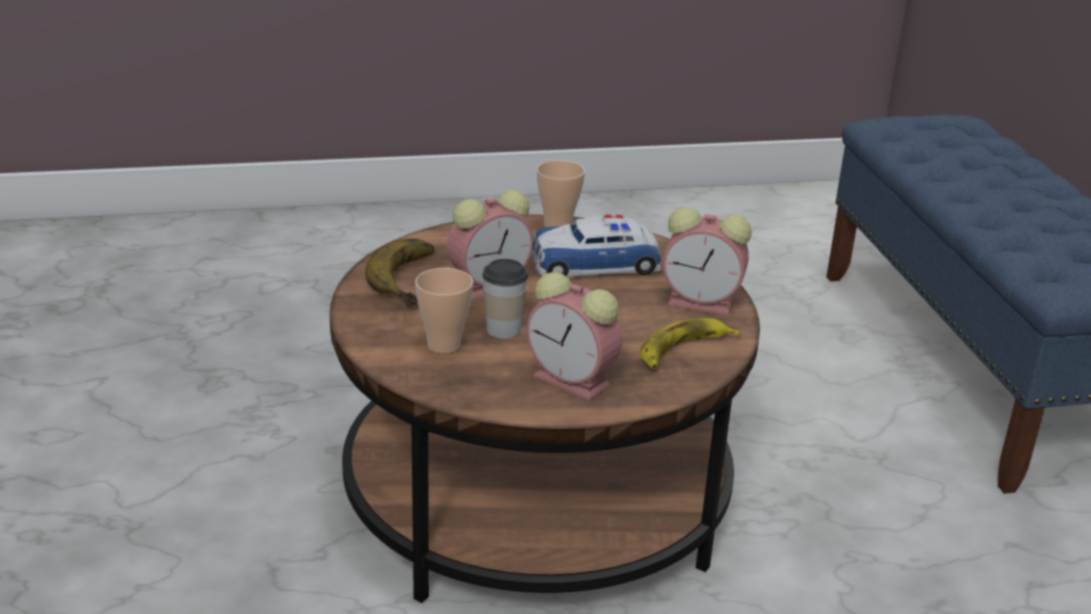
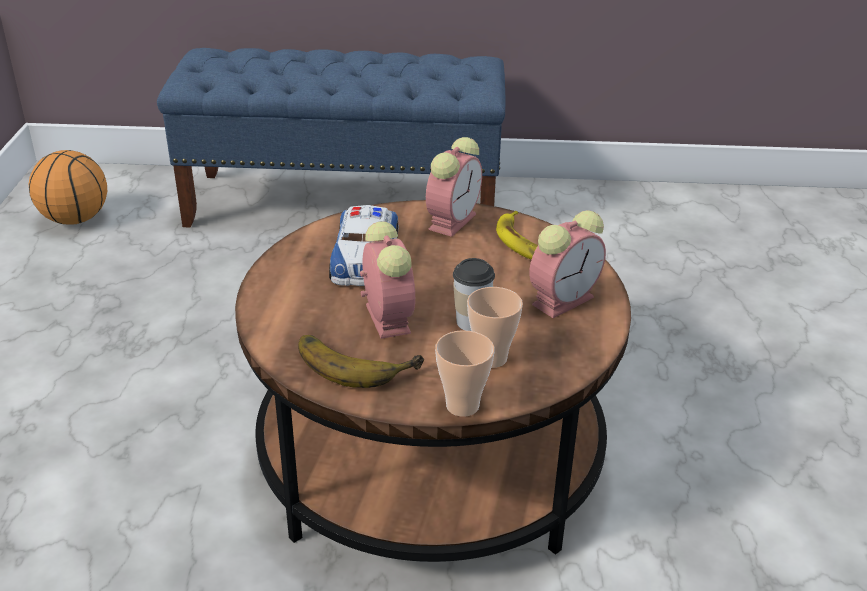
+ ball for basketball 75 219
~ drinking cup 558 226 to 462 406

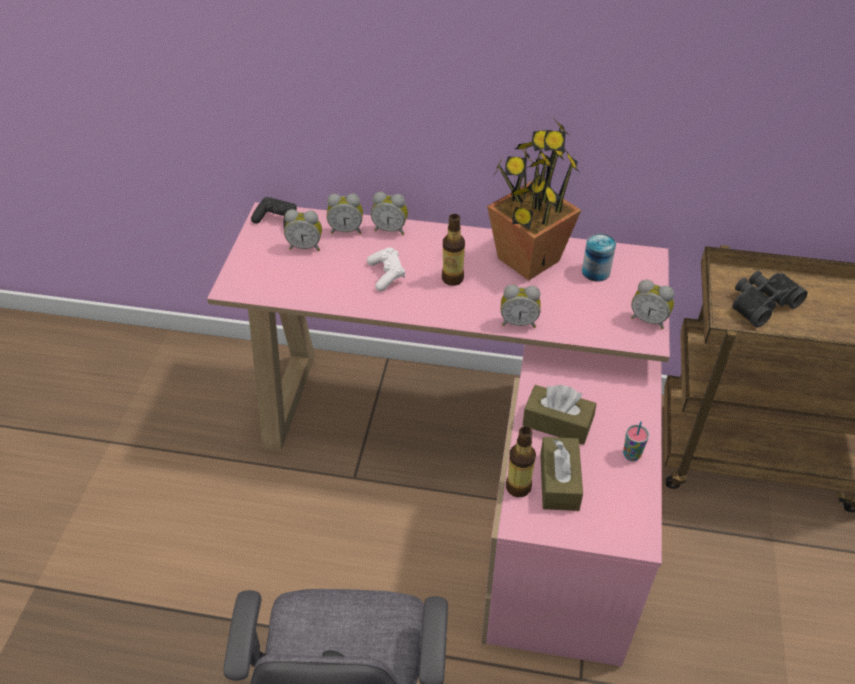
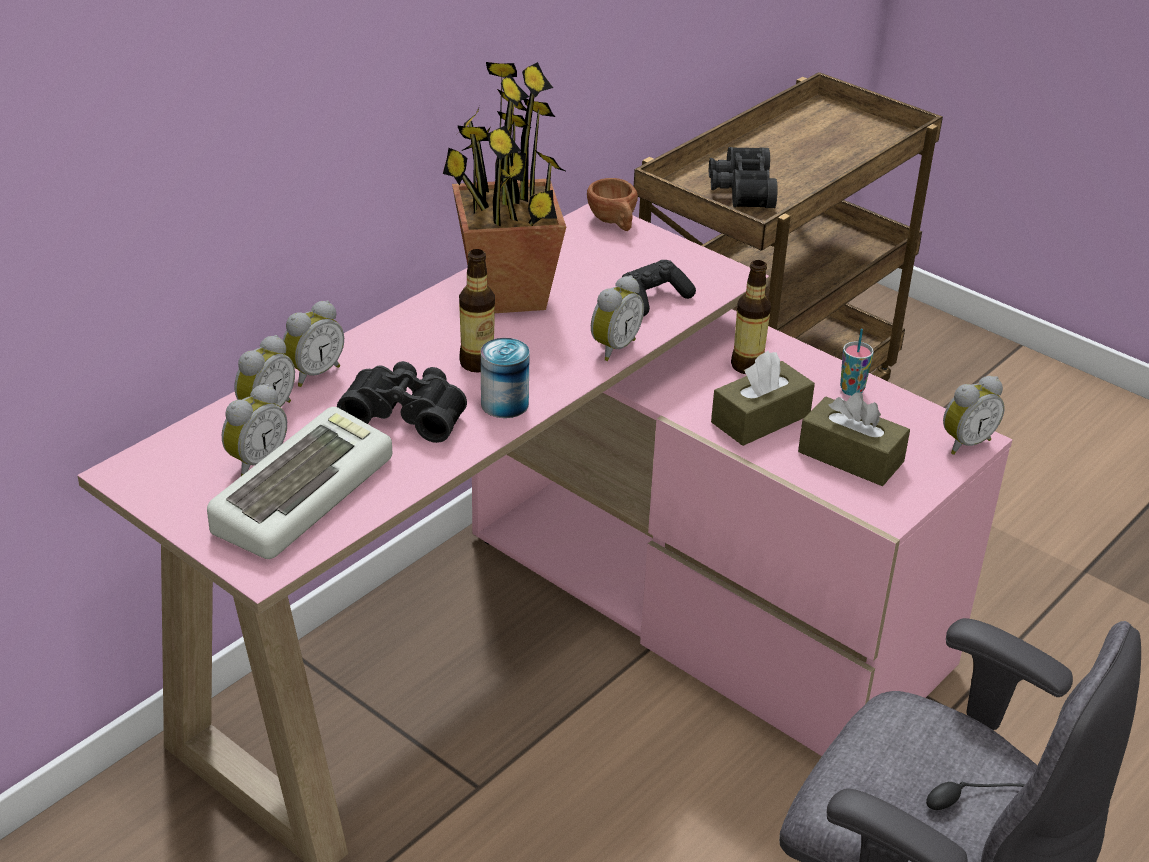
+ computer keyboard 301 492
+ brown drinking cup 614 222
~ black game controller 277 221 to 654 299
~ drink bottle 518 487 to 747 366
~ can 596 271 to 504 404
~ alarm clock 648 319 to 964 442
~ white-coloured game controller 386 275 to black field glasses 407 412

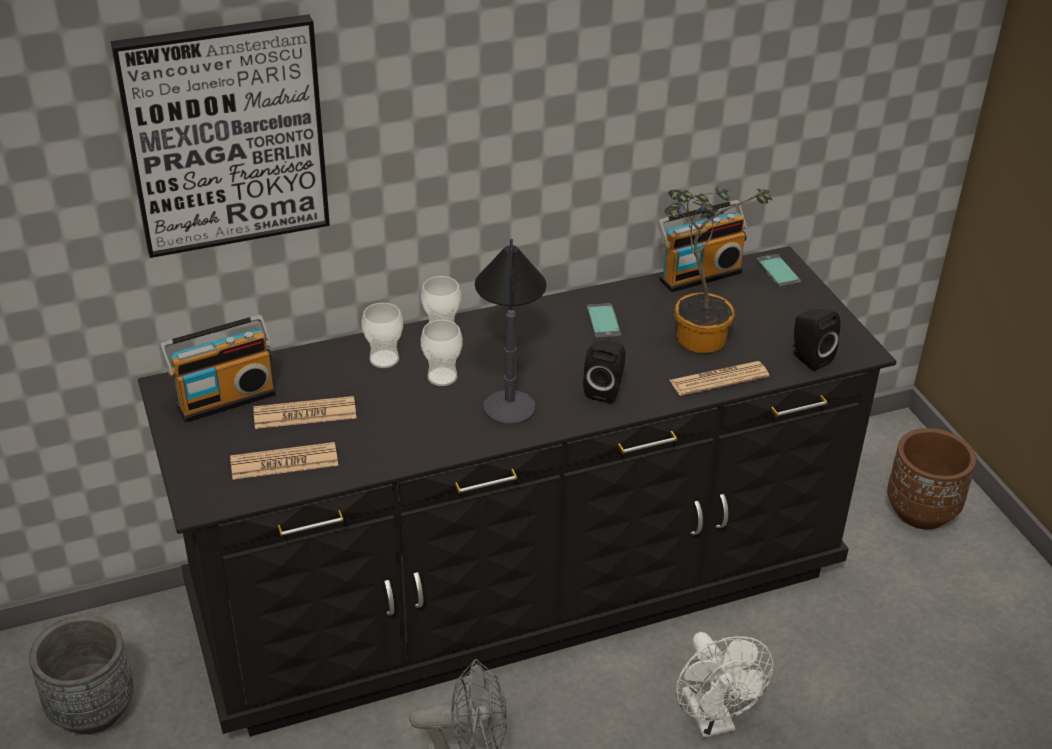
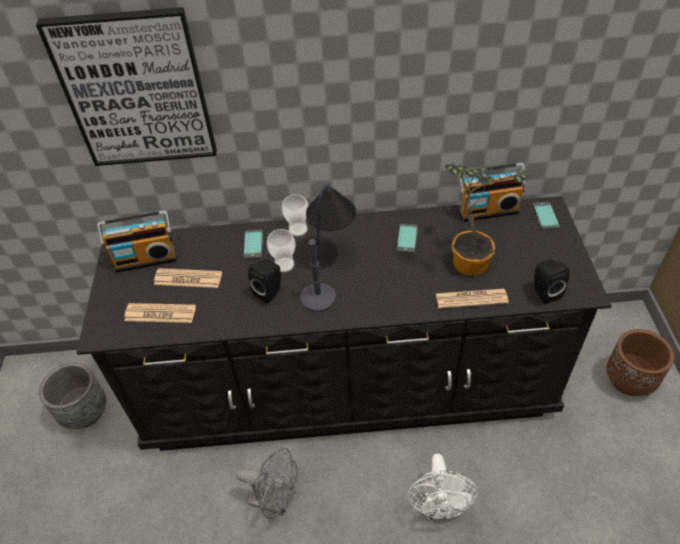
~ black audio speaker 605 390 to 270 291
~ drinking cup 384 359 to handset 253 245

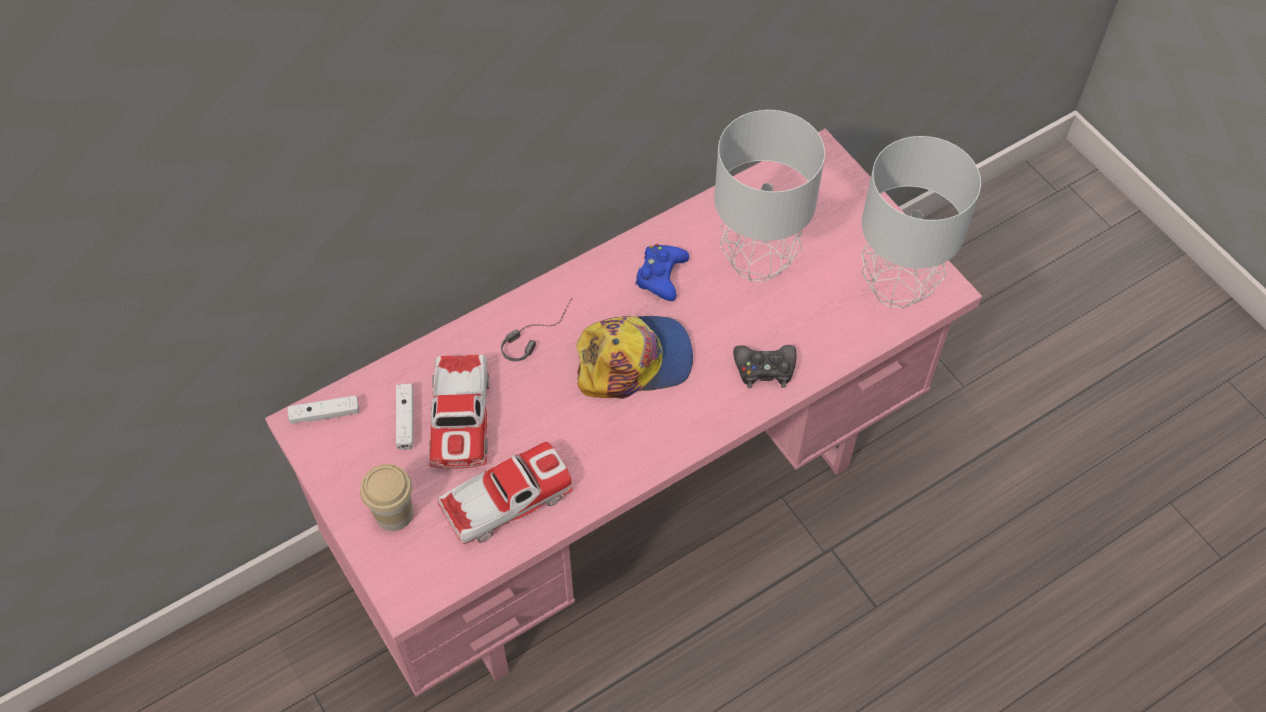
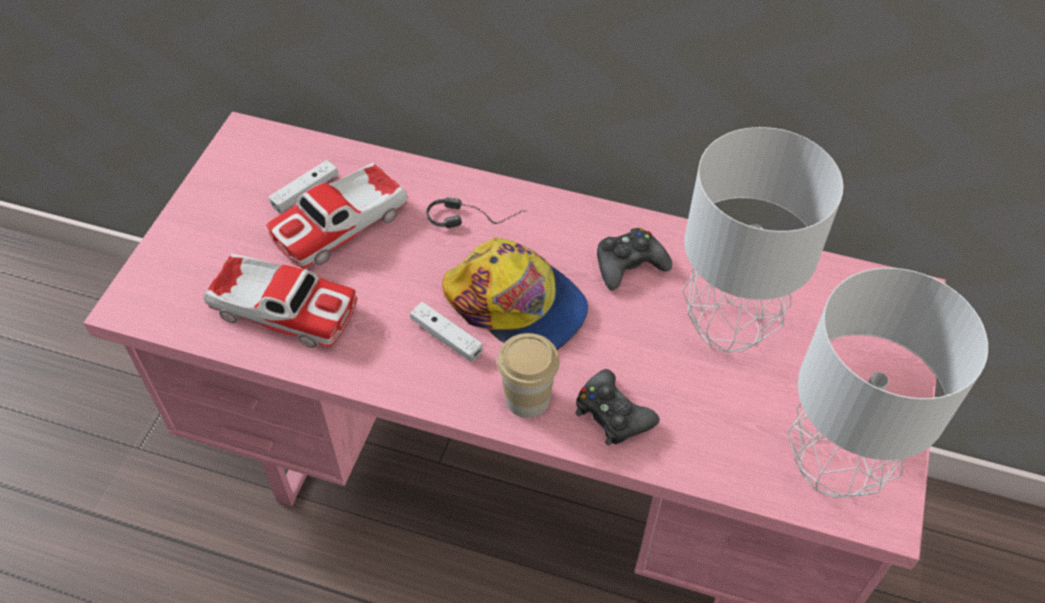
~ white-coloured game controller 325 414 to 446 337
~ drinking cup 394 514 to 527 398
~ blue-coloured game controller 661 276 to black game controller 629 264

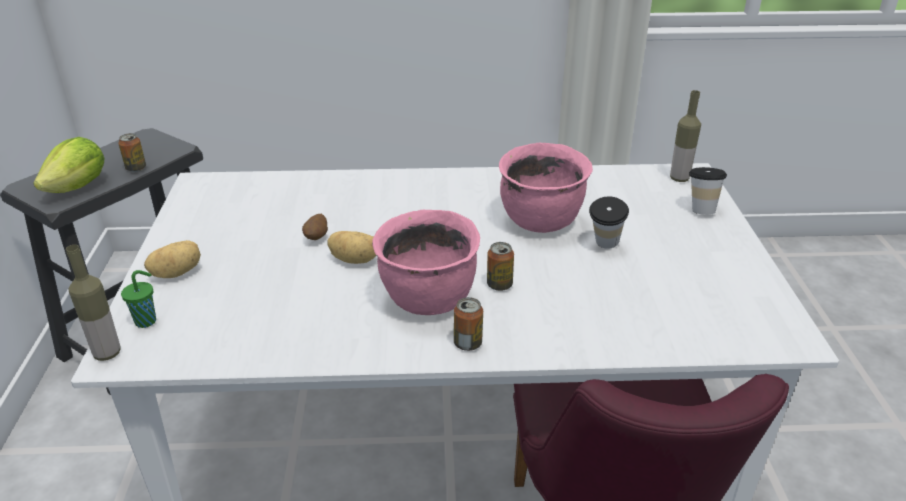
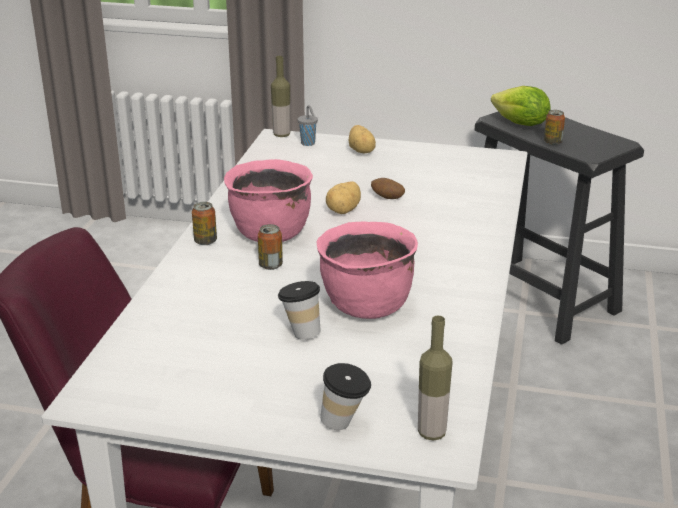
~ green-coloured drinking cup 147 321 to greyish drinking cup 308 143

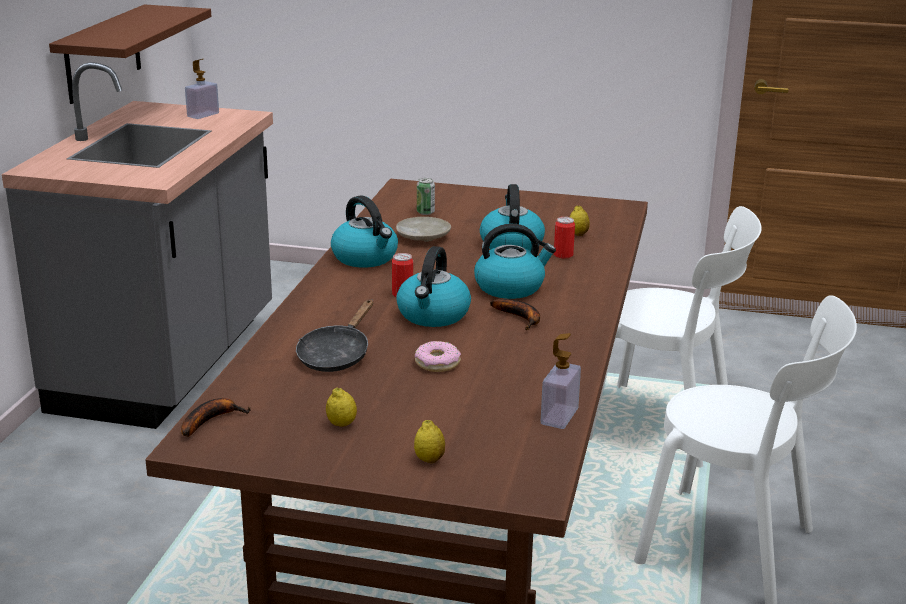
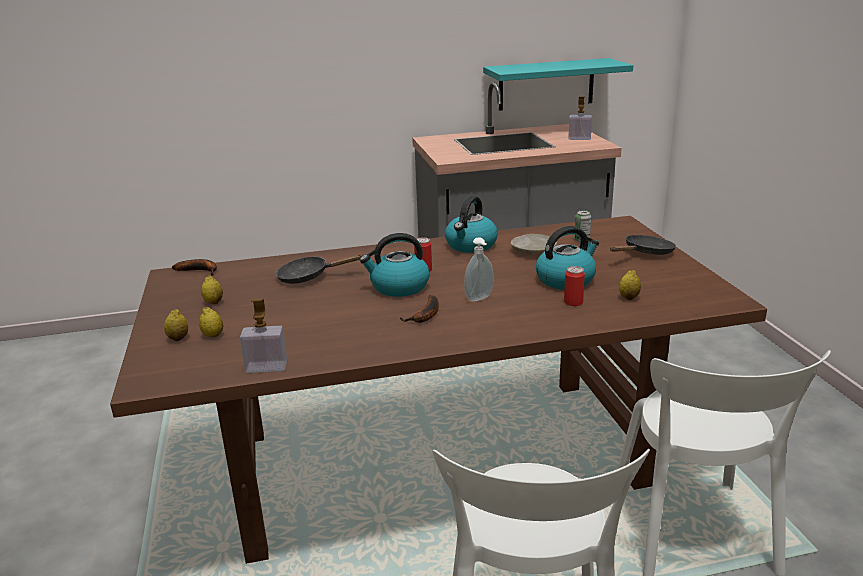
- donut 437 363
+ citrus fruit 213 335
+ black skillet 645 253
~ kettle 510 287 to soap bottle 480 299
~ brown bracket shelf 103 54 to turquoise-coloured bracket shelf 546 84

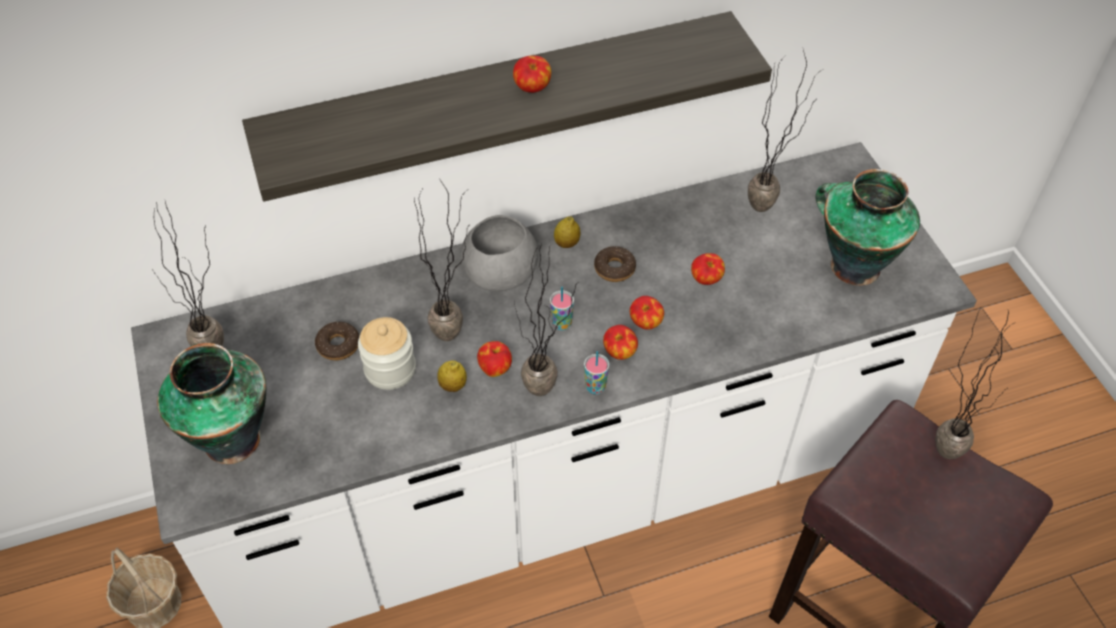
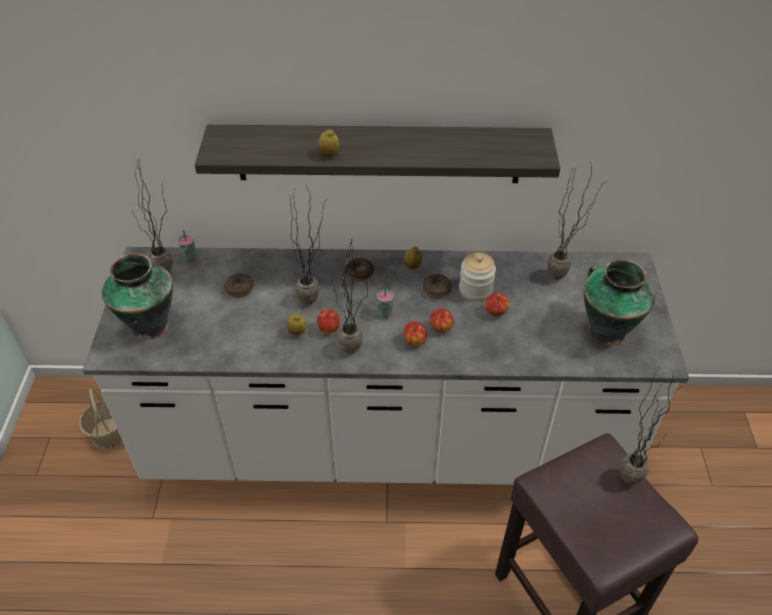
- whole apple 532 88
+ citrus fruit 329 154
~ preserve jar 390 369 to 475 289
~ drinking cup 595 387 to 190 258
~ greyish serving bowl 499 273 to donut 359 273

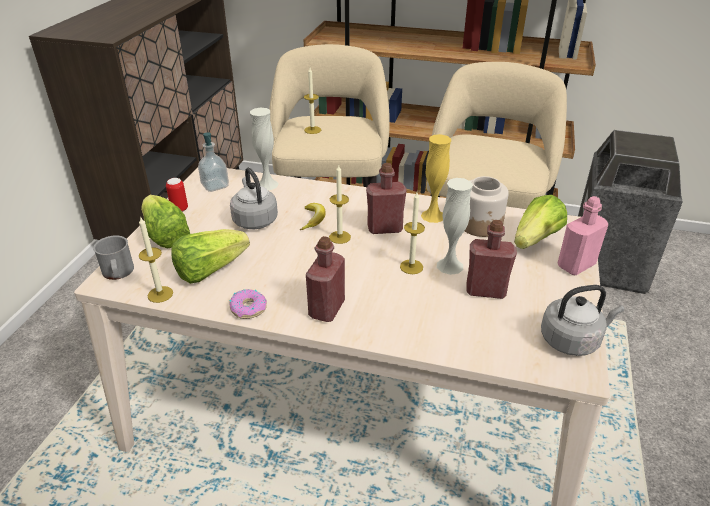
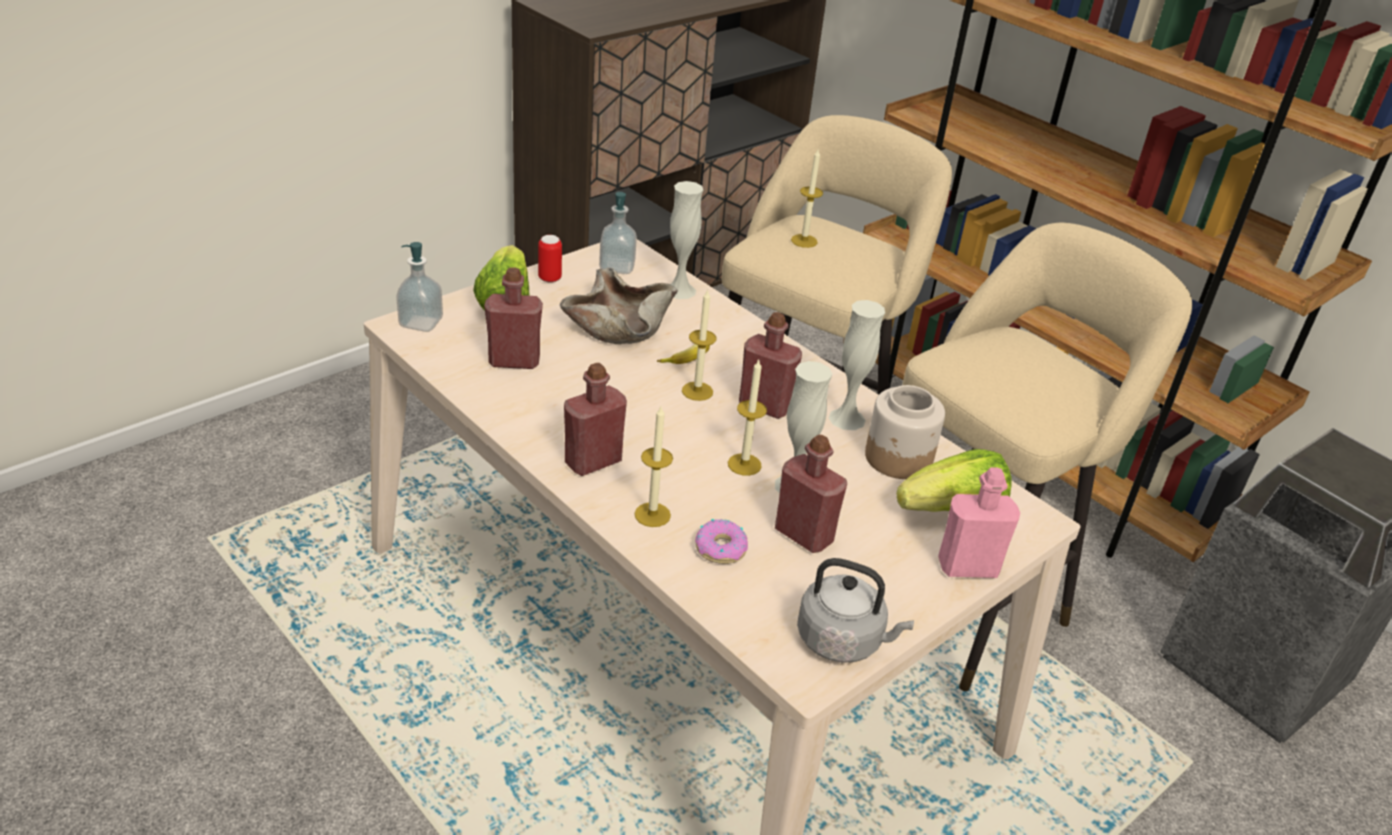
~ wax light 160 294 to 652 514
~ donut 248 308 to 721 548
~ greyish coffee mug 118 273 to soap bottle 421 322
~ lettuce head 210 270 to red drink bottle 514 361
~ greyish kettle 254 220 to beige-coloured serving bowl 620 327
~ yellowish flower vase 433 216 to white-coloured flower vase 847 419

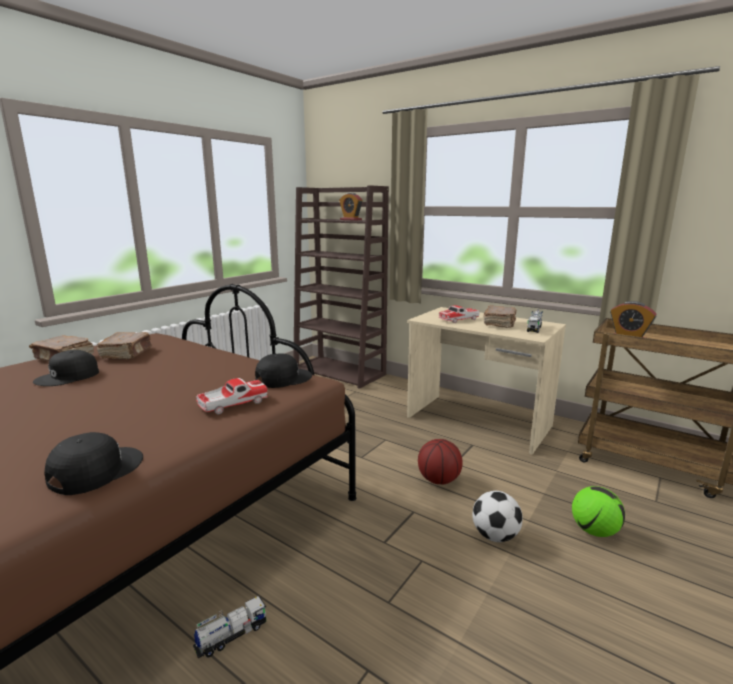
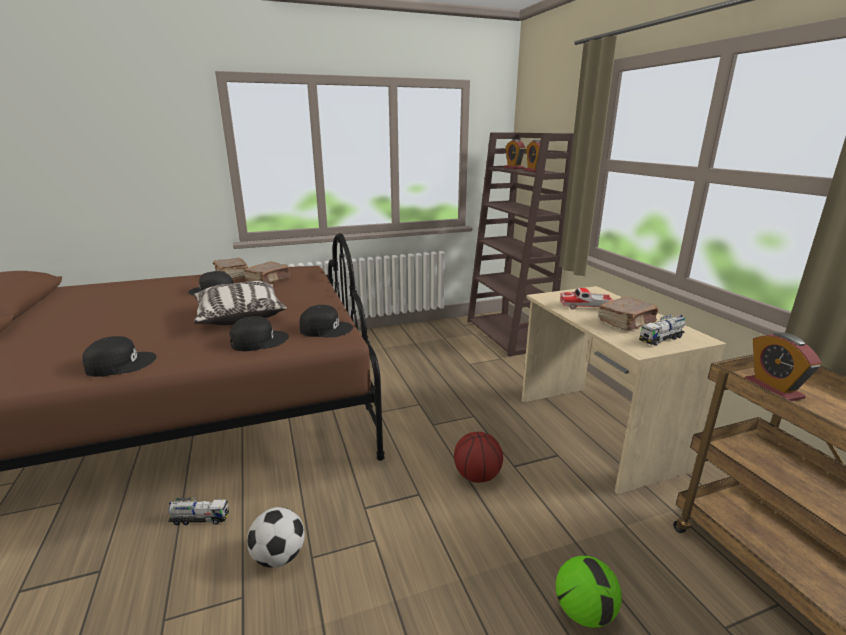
+ pillow 239 316
+ alarm clock 513 168
~ football 495 536 to 279 557
~ model car 233 404 to black baseball cap 259 340

